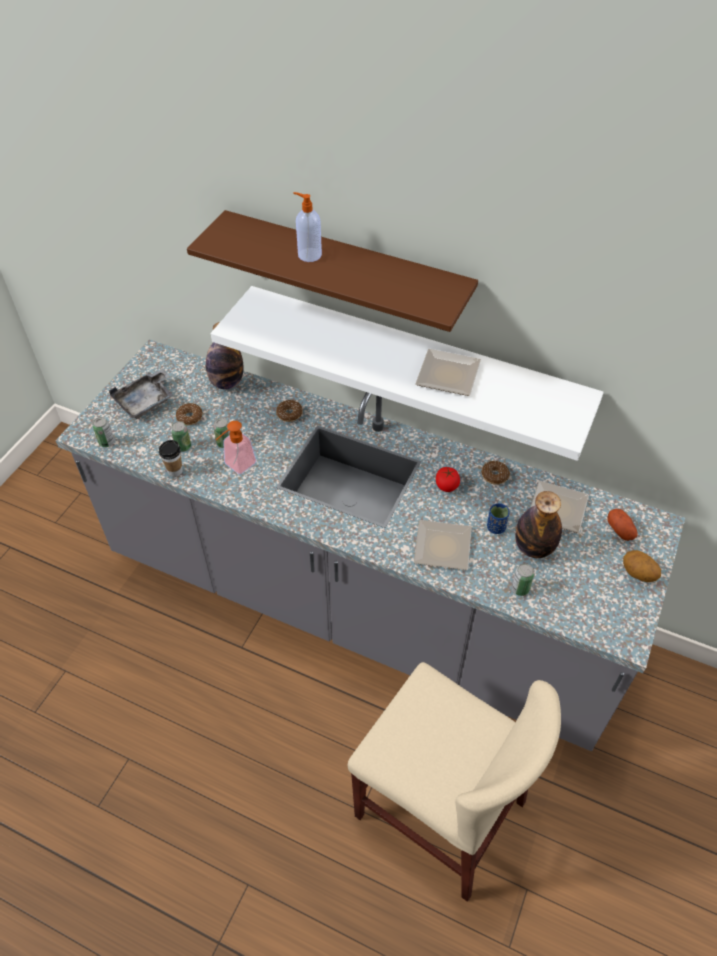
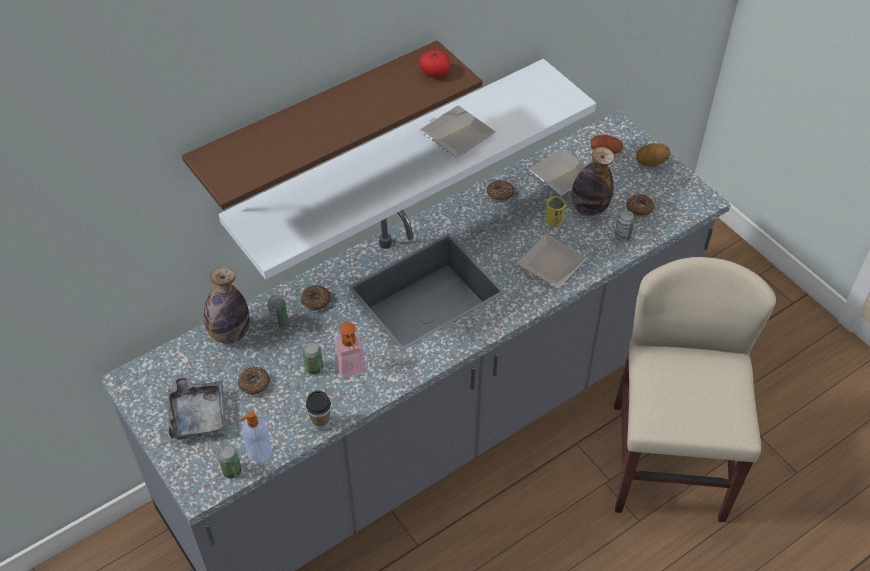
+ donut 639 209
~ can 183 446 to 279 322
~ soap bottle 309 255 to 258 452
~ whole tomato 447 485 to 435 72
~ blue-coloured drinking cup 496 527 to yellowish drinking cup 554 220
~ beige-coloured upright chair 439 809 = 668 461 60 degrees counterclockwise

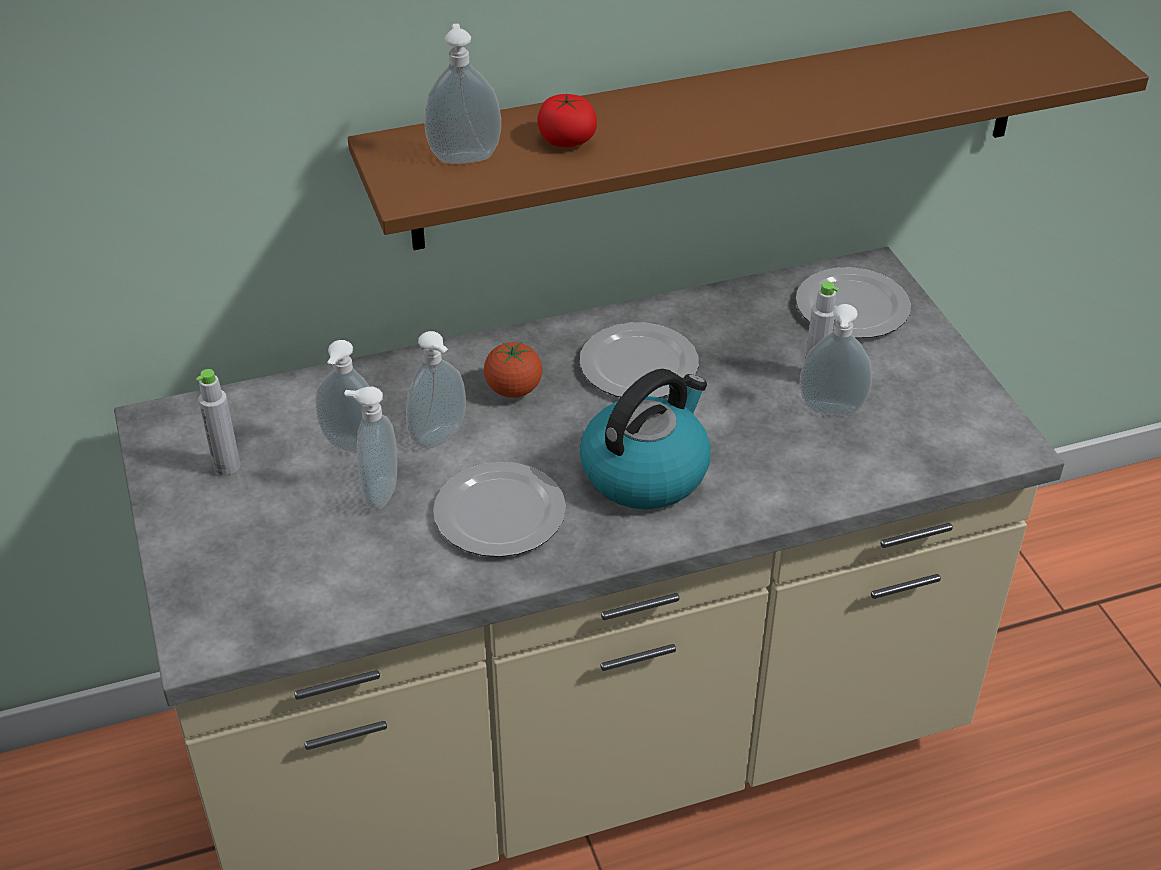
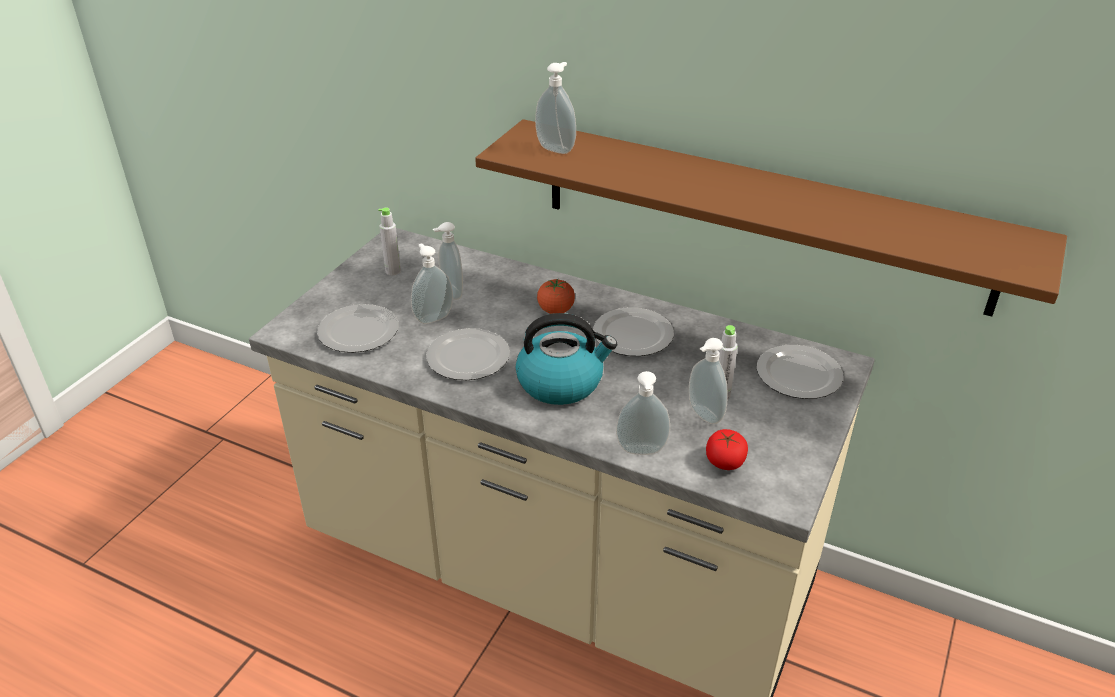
+ plate 357 332
~ soap bottle 441 438 to 641 451
~ whole tomato 567 139 to 725 461

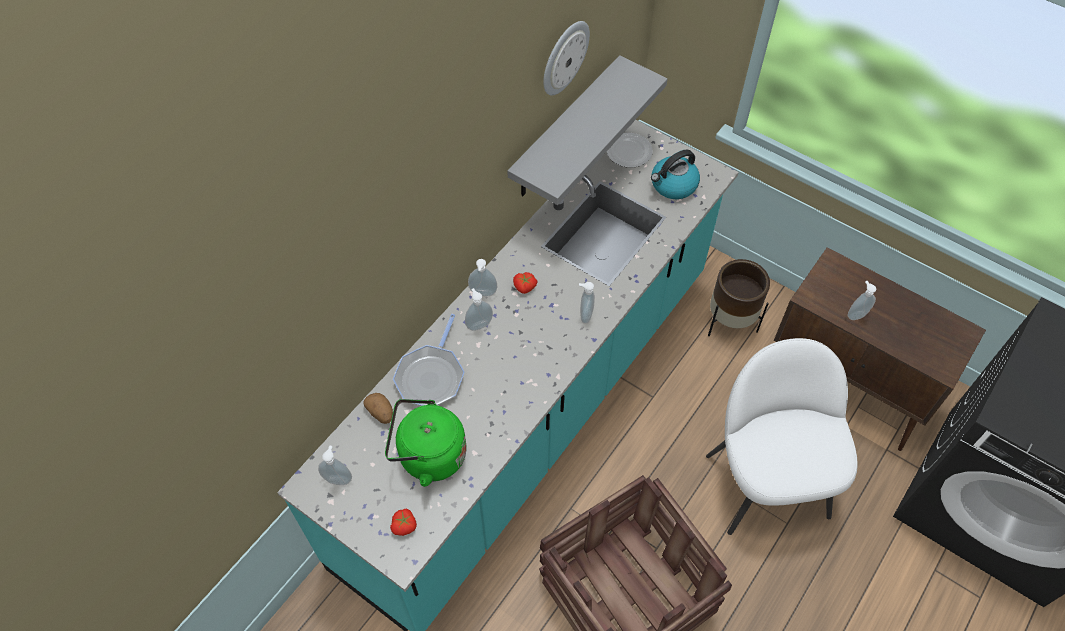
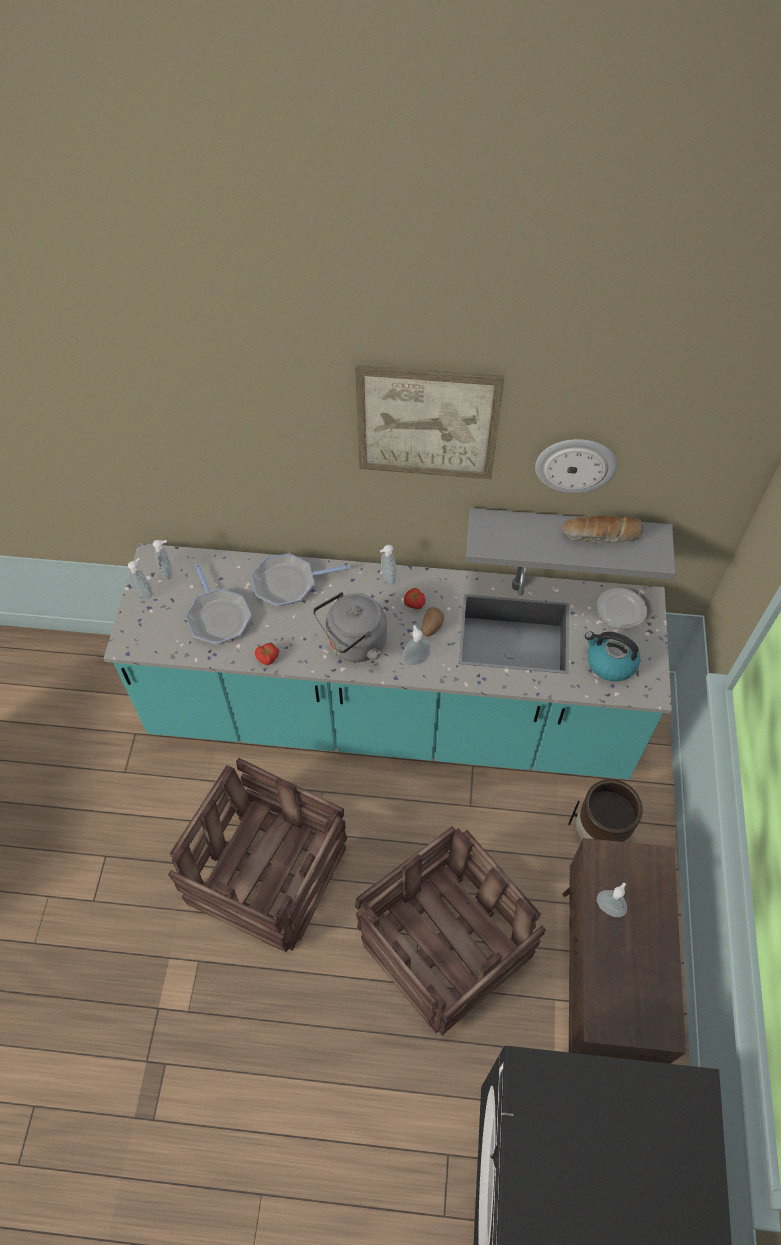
+ greyish kettle 353 644
+ wall art 427 423
+ bakery bread 601 535
~ potato 381 413 to 431 627
~ whole tomato 405 526 to 268 658
~ soap bottle 478 324 to 144 592
~ green-coloured kettle 428 455 to skillet 218 617
~ white-coloured upright chair 766 482 to shipping crate 445 946

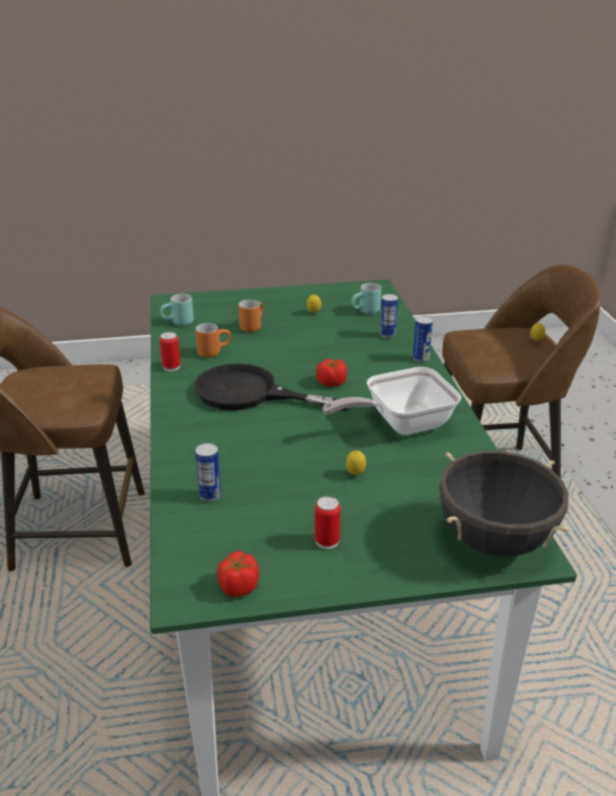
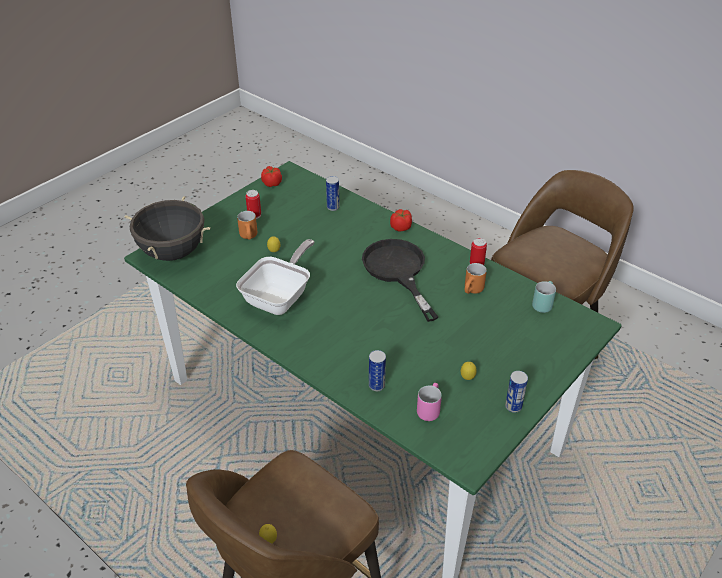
~ orangey coffee mug 251 326 to 250 237
~ whole tomato 331 382 to 401 227
~ can 420 358 to 513 406
~ turquoise-coloured coffee mug 366 312 to pink coffee mug 428 409
~ black skillet 250 393 = 398 271 90 degrees counterclockwise

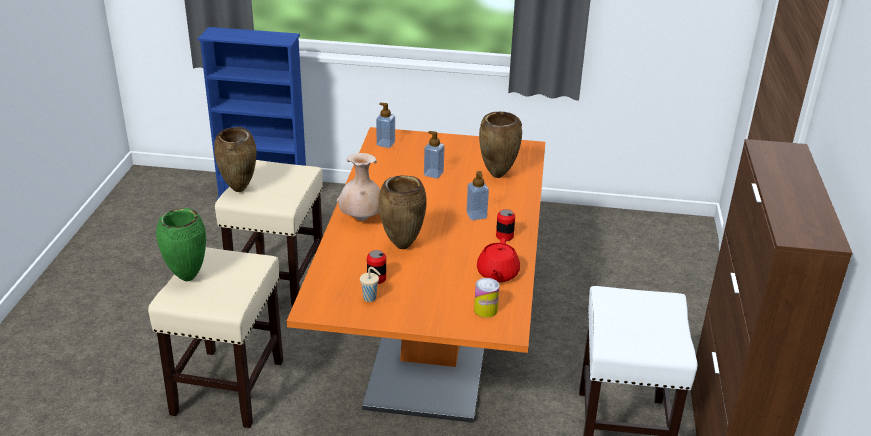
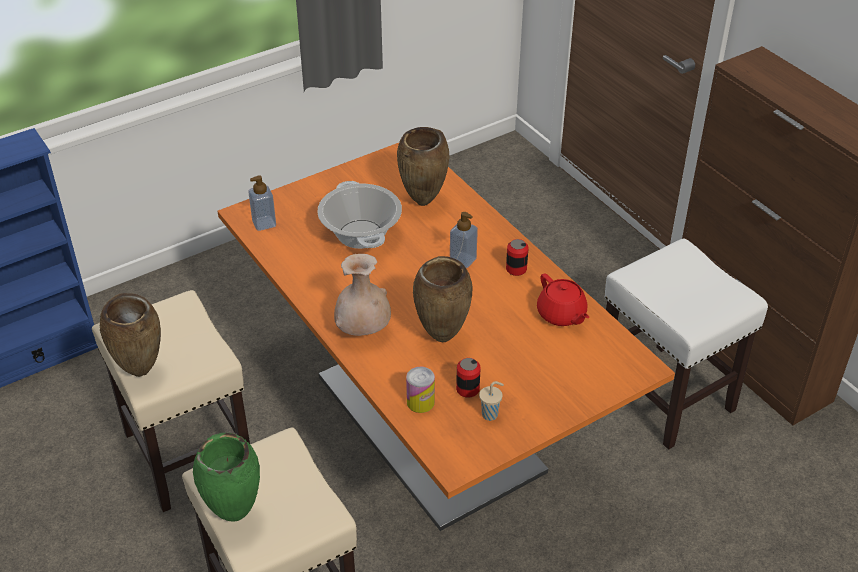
~ can 485 310 to 420 402
~ soap bottle 433 174 to stockpot 361 234

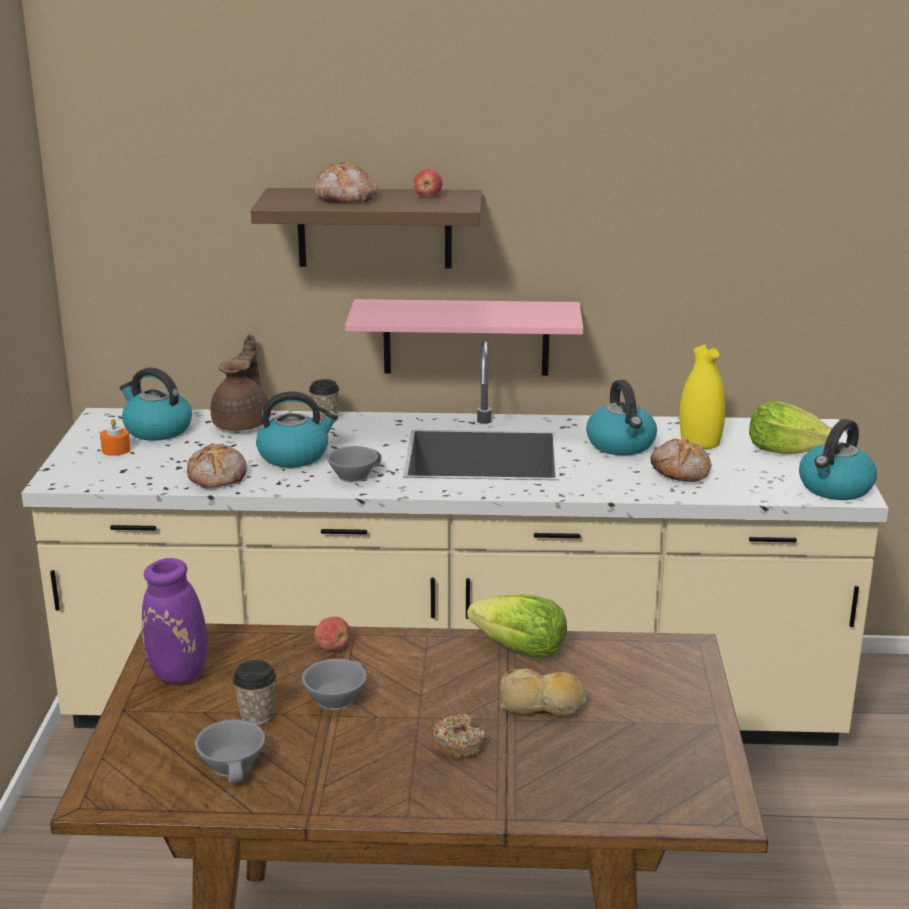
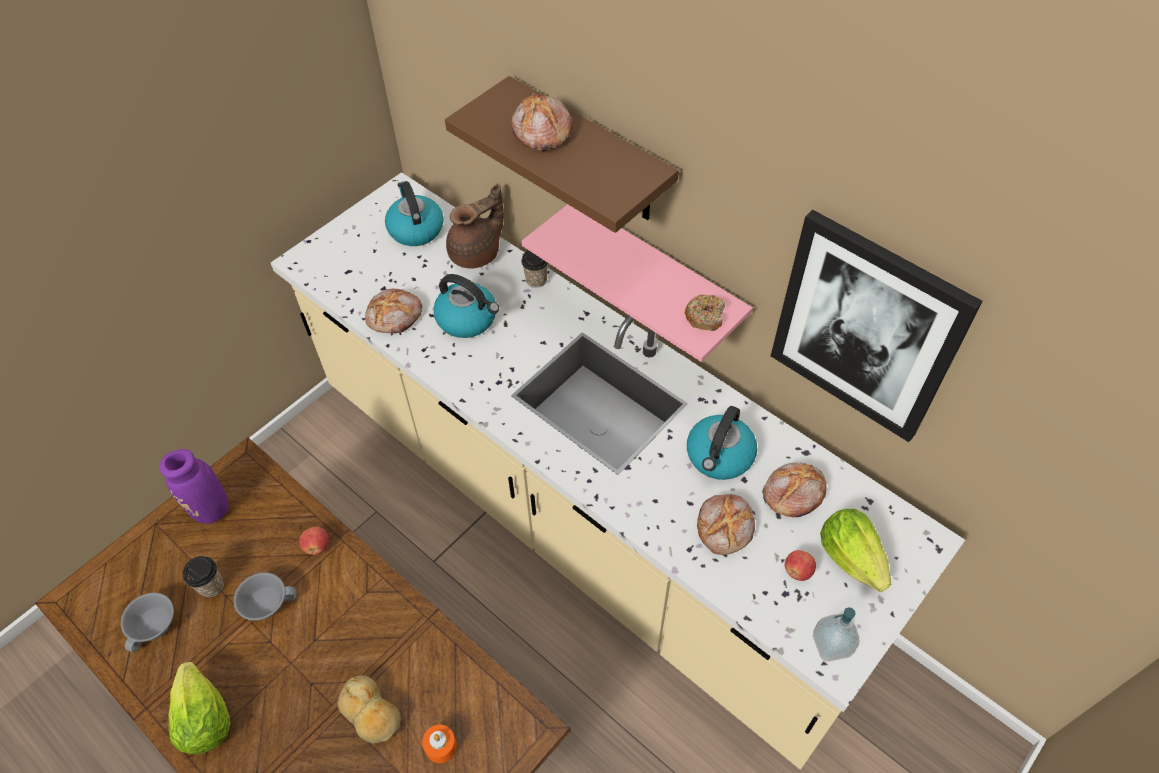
- greyish drinking cup 353 475
+ wall art 866 328
~ orangey wax light 116 450 to 441 746
~ whole apple 428 196 to 797 571
~ donut 457 744 to 705 317
~ lettuce head 520 650 to 204 720
~ yellowish flower vase 700 441 to bakery bread 792 493
~ kettle 835 488 to soap bottle 831 644

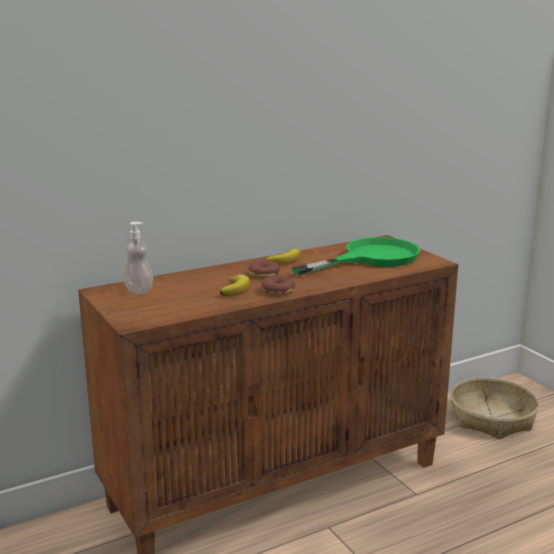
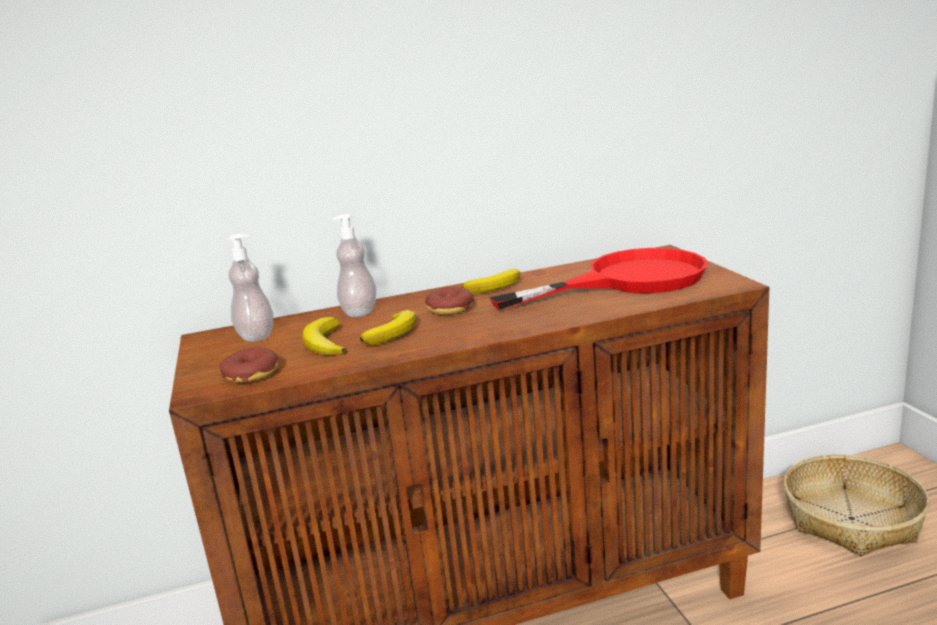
+ banana 325 343
+ soap bottle 359 312
~ donut 278 290 to 251 374
~ green-coloured skillet 370 258 to red skillet 627 280

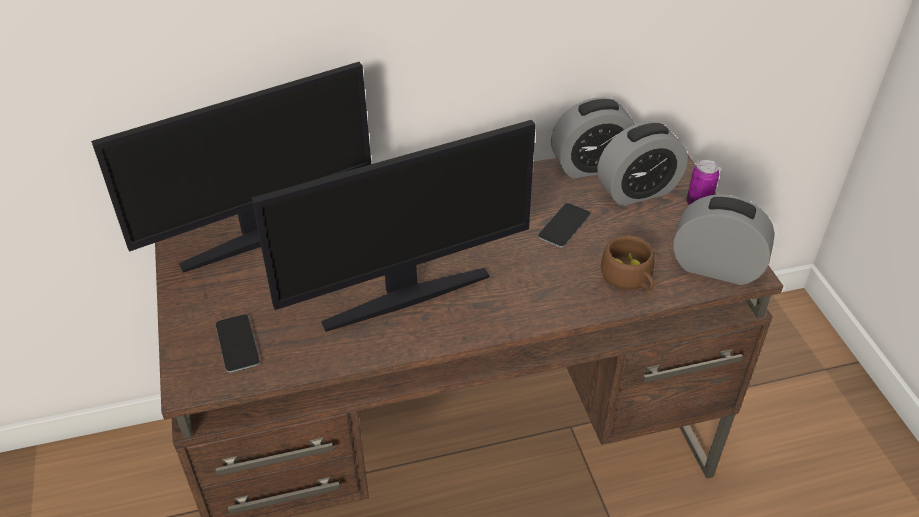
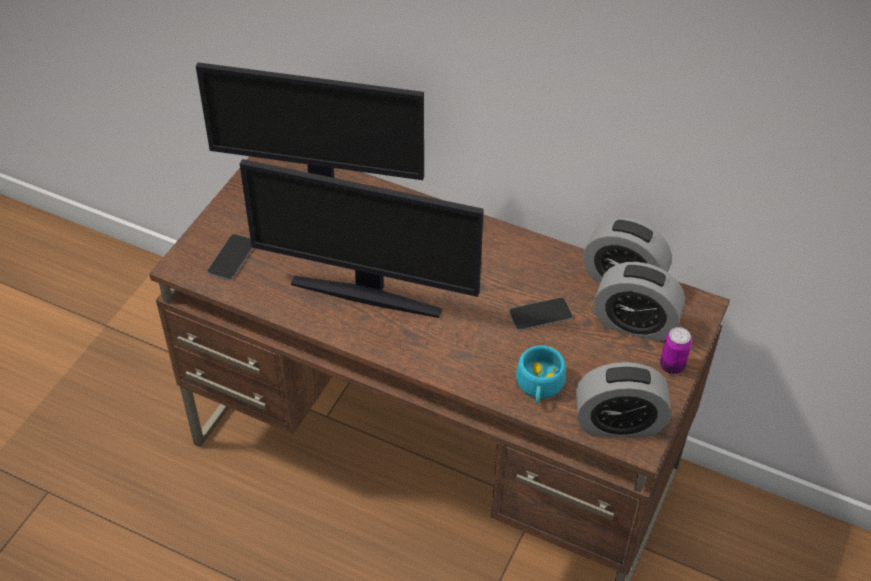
~ brown drinking cup 629 278 to turquoise-coloured drinking cup 539 386
~ alarm clock 716 267 = 618 423 120 degrees clockwise

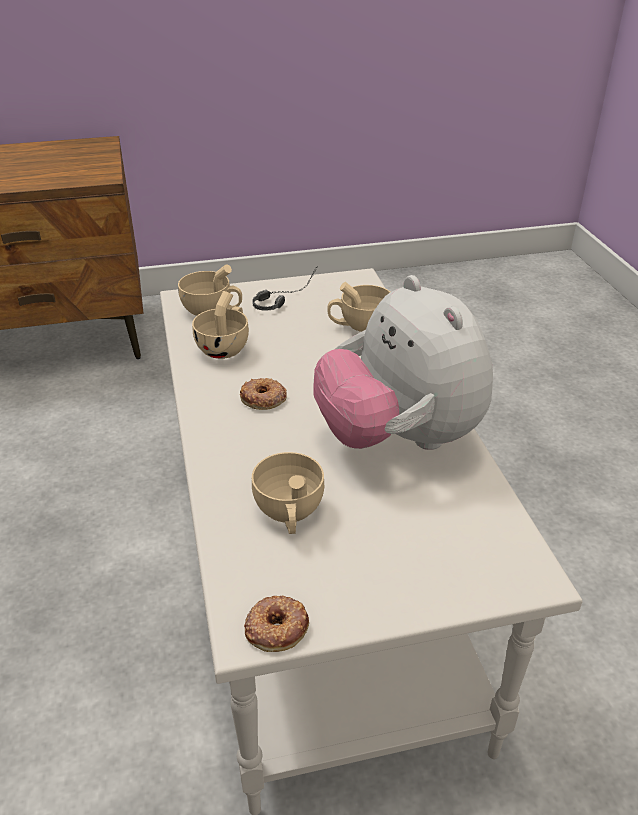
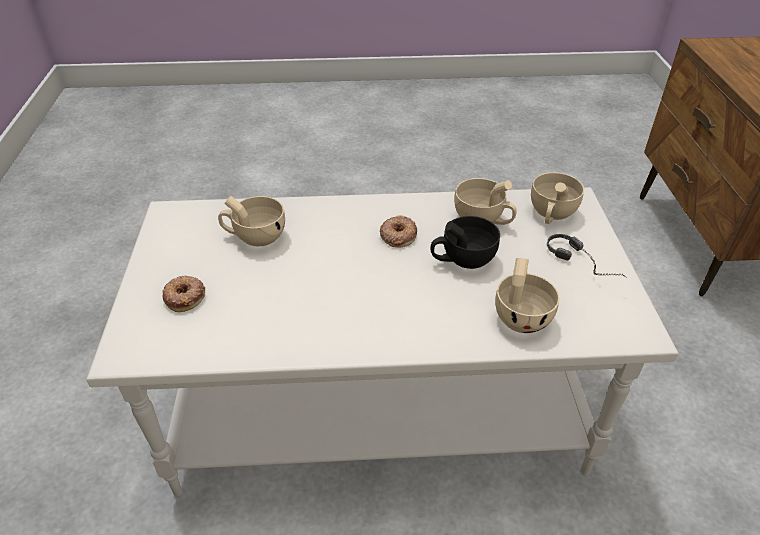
- soft toy 399 438
+ black drinking cup 462 259
~ donut 276 627 to 185 296

